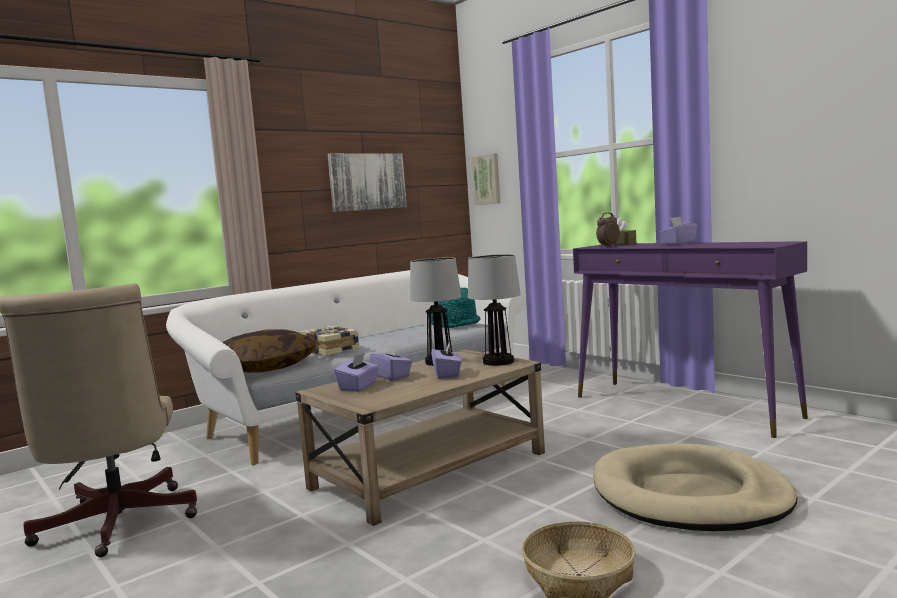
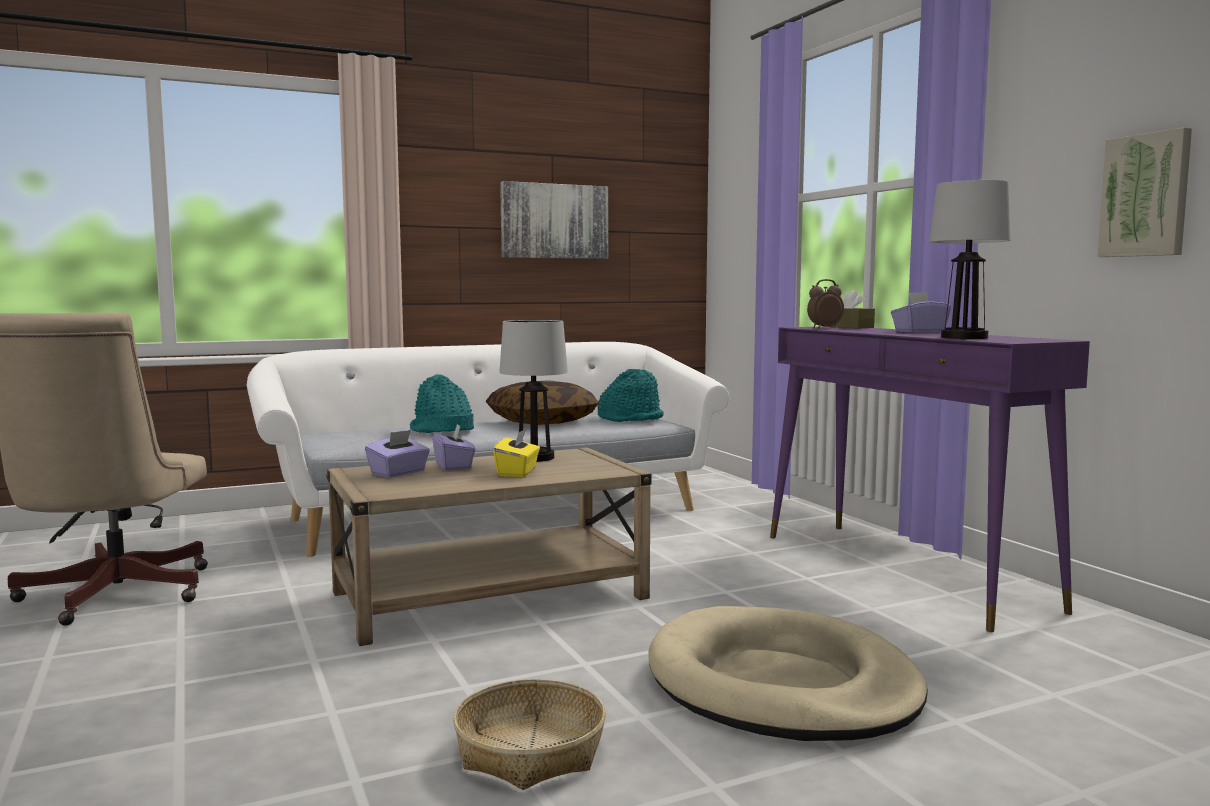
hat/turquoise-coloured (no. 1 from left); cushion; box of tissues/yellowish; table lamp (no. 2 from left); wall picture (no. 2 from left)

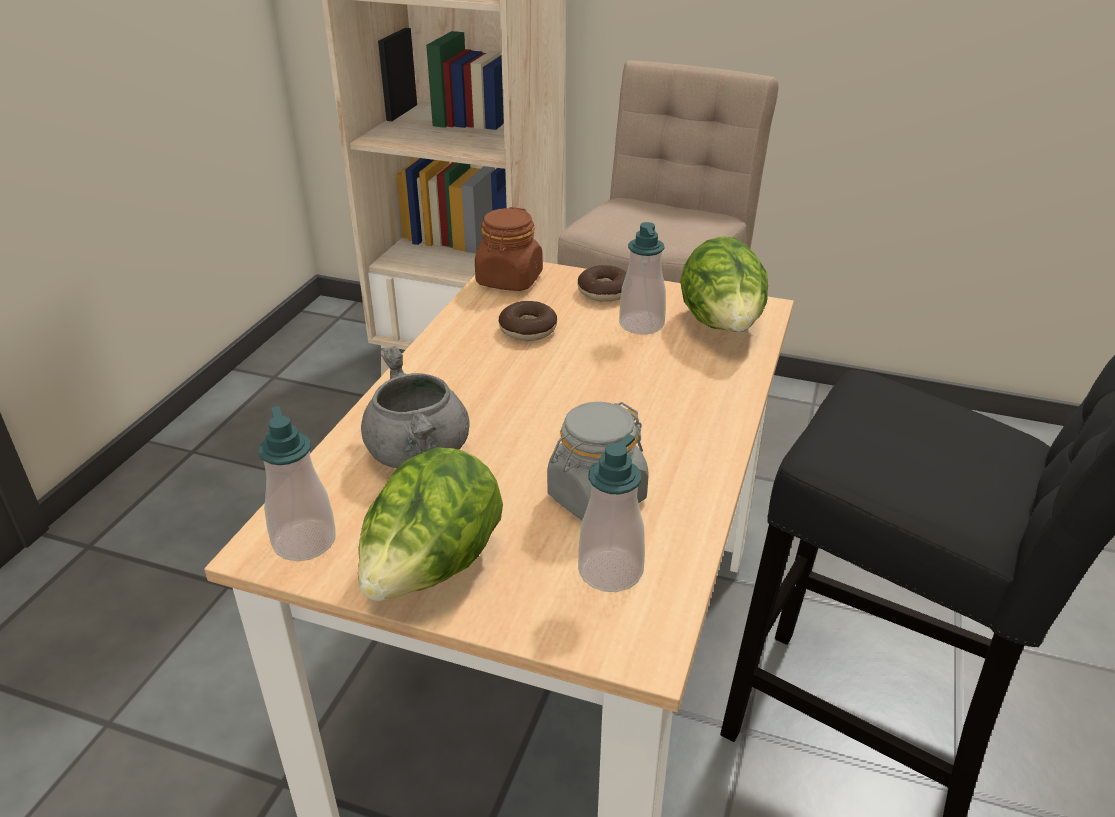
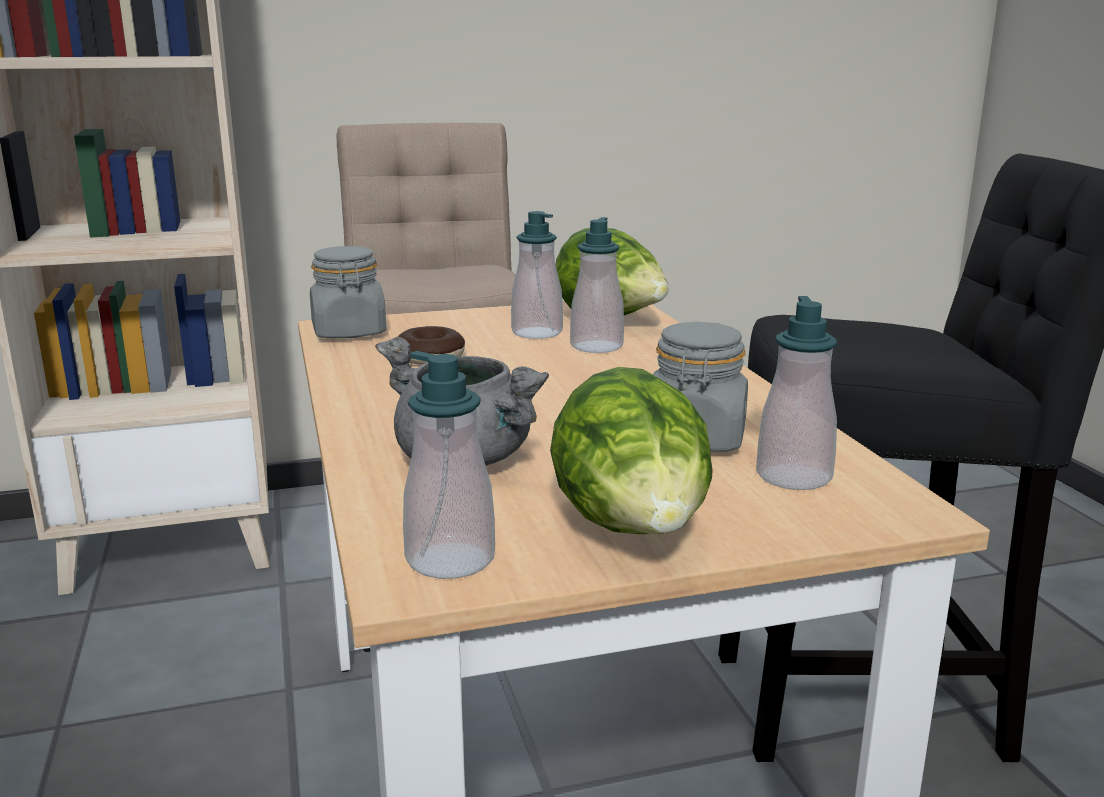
jar/grey (no. 1 from left); liquid soap bottle (no. 3 from left); ring doughnut (no. 2 from left in the first image)

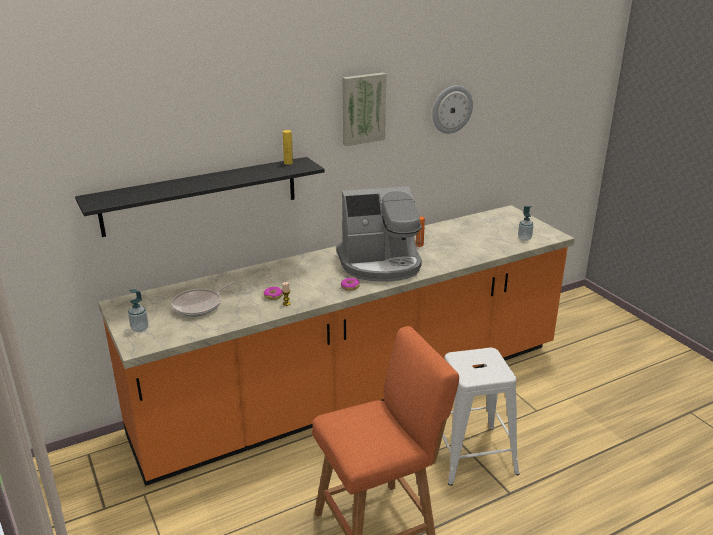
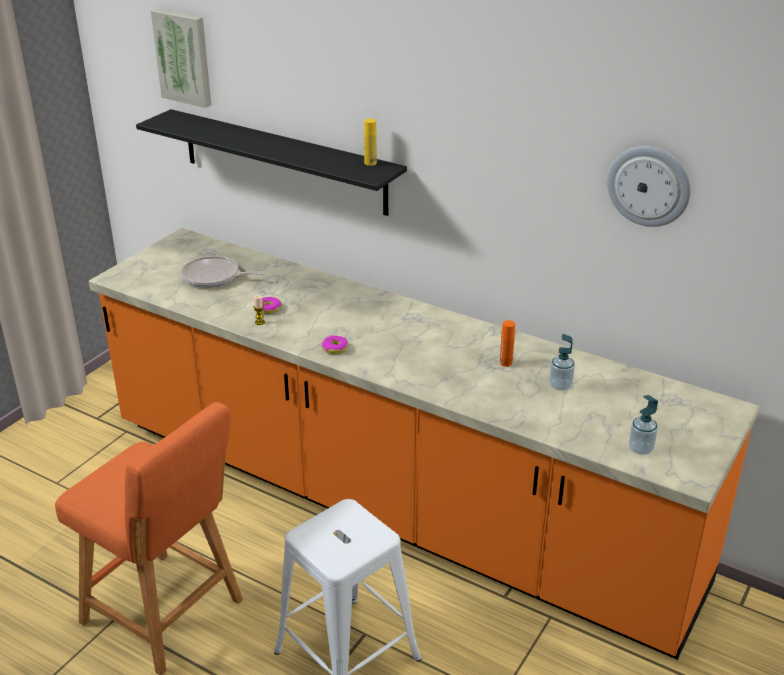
wall picture; liquid soap bottle (no. 1 from left); coffee brewer

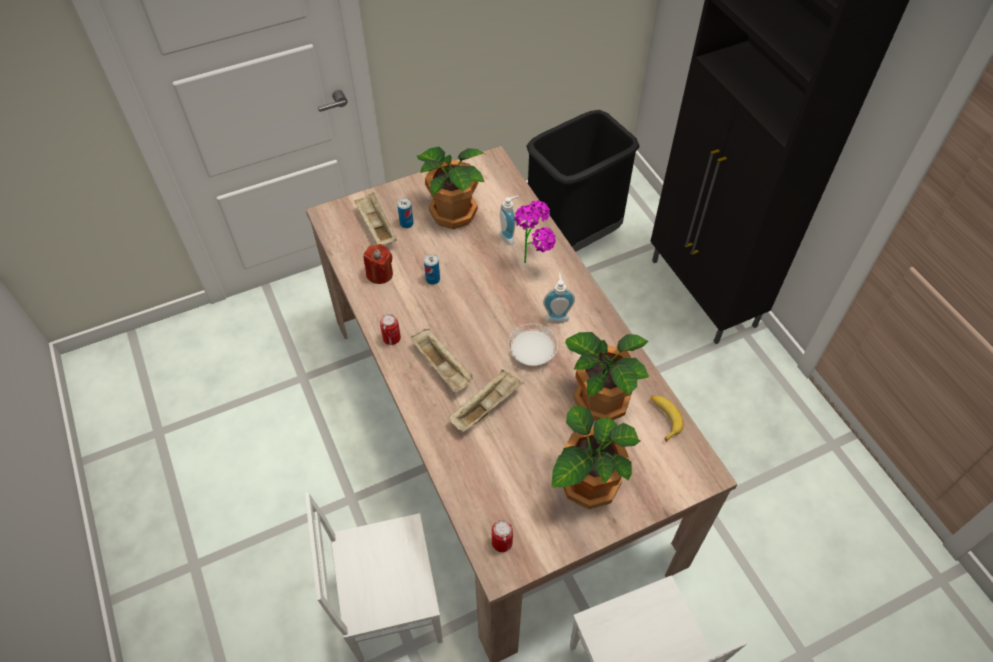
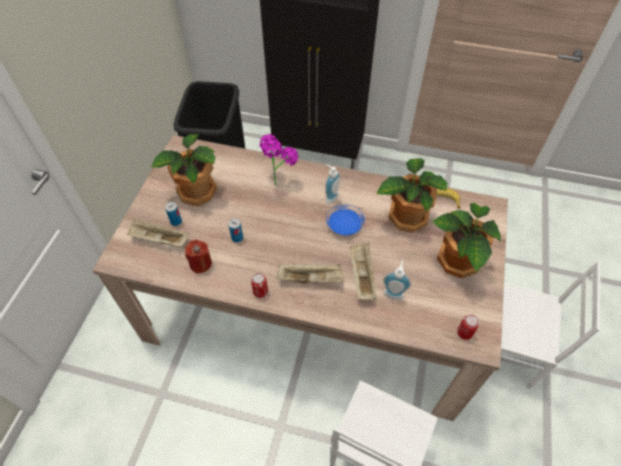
flat dish/bluish; liquid soap bottle (no. 2 from left)

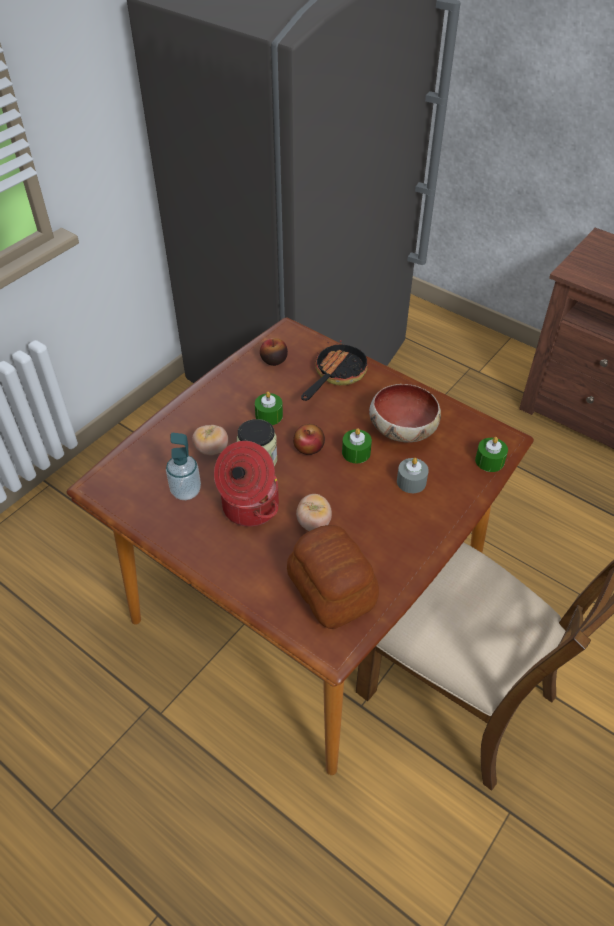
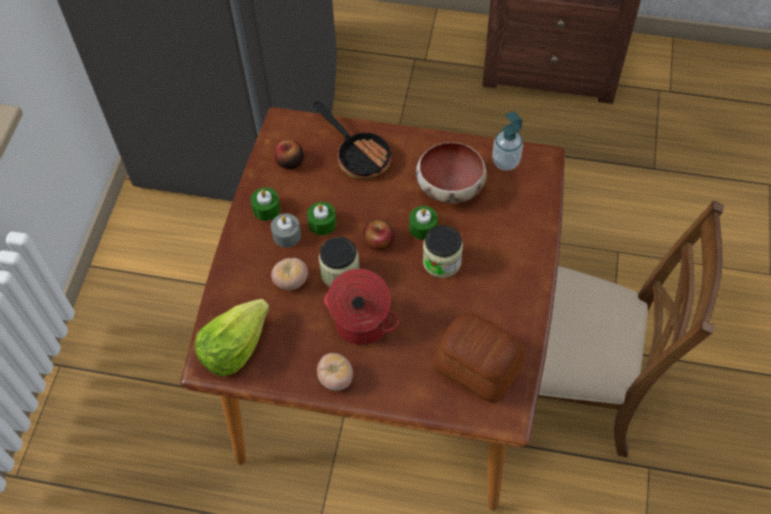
head of lettuce; candle/greenish (no. 1 from left); candle/grey; skillet; tomato (no. 2 from left); jar (no. 2 from left); liquid soap bottle

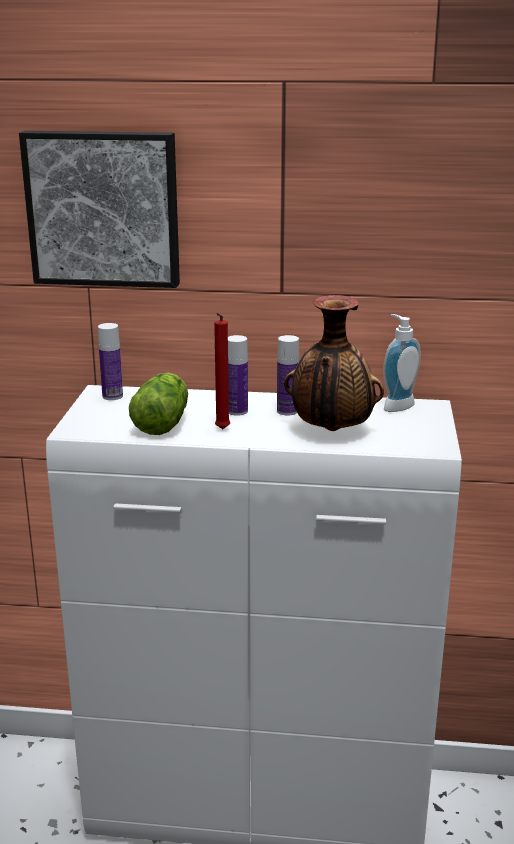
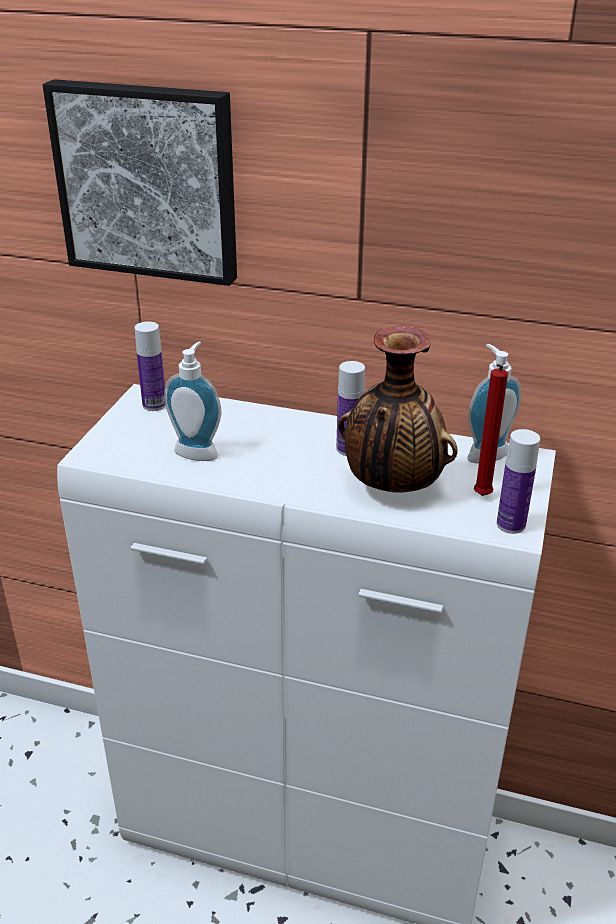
liquid soap bottle (no. 1 from left); candle/red; drink bottle (no. 3 from left)

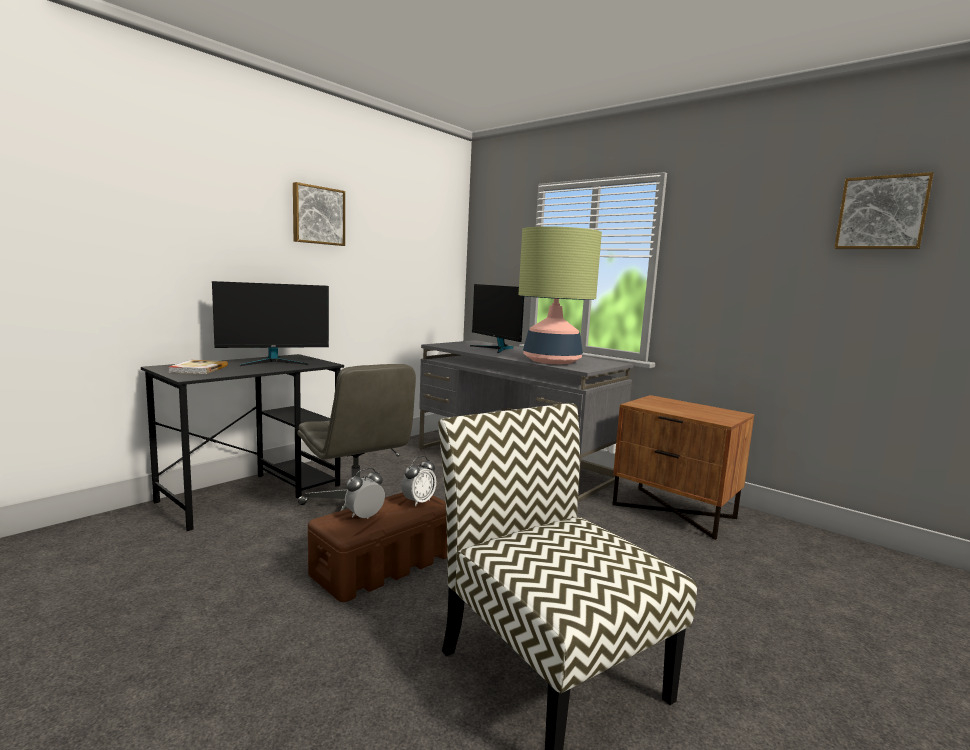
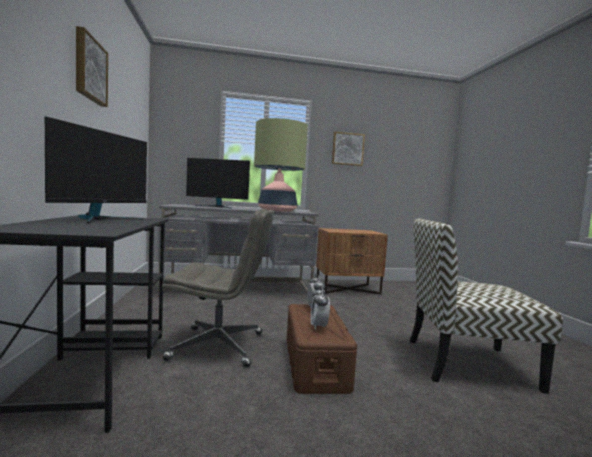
wall picture (no. 2 from left); bound book

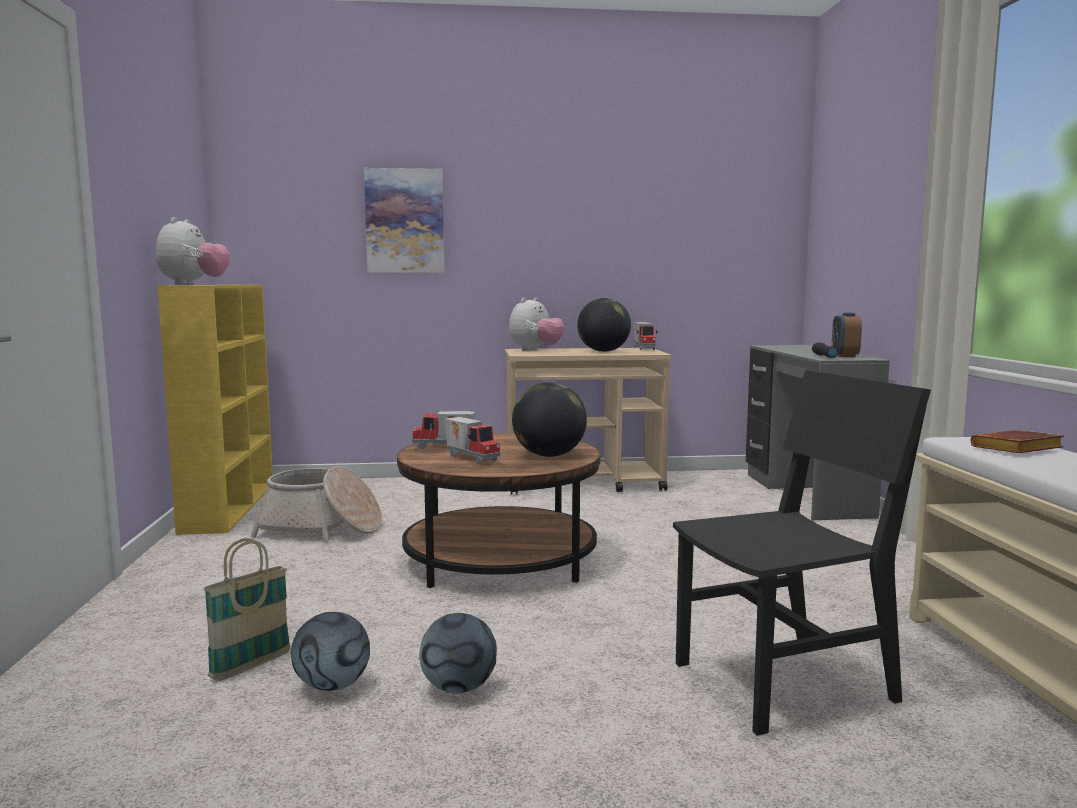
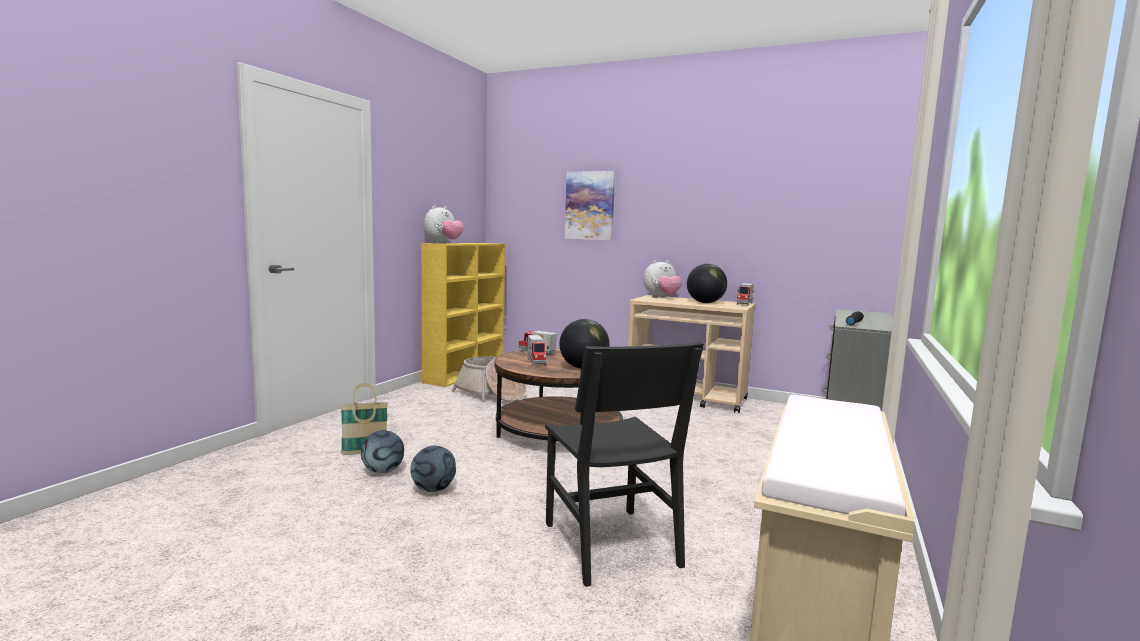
plain chair/black-coloured; table clock; bound book/brown-coloured

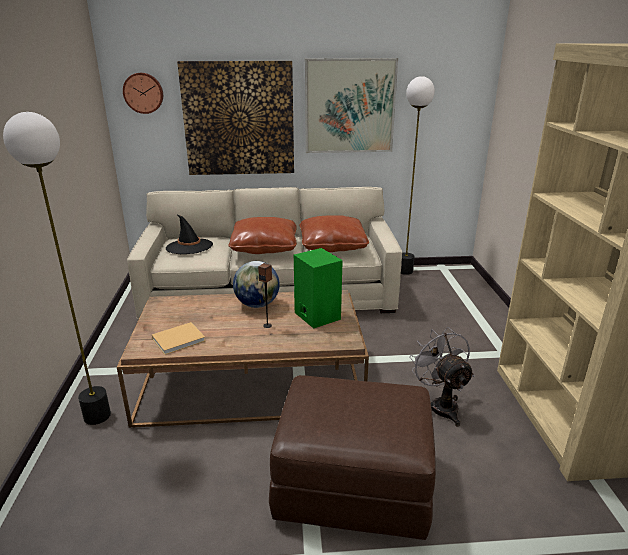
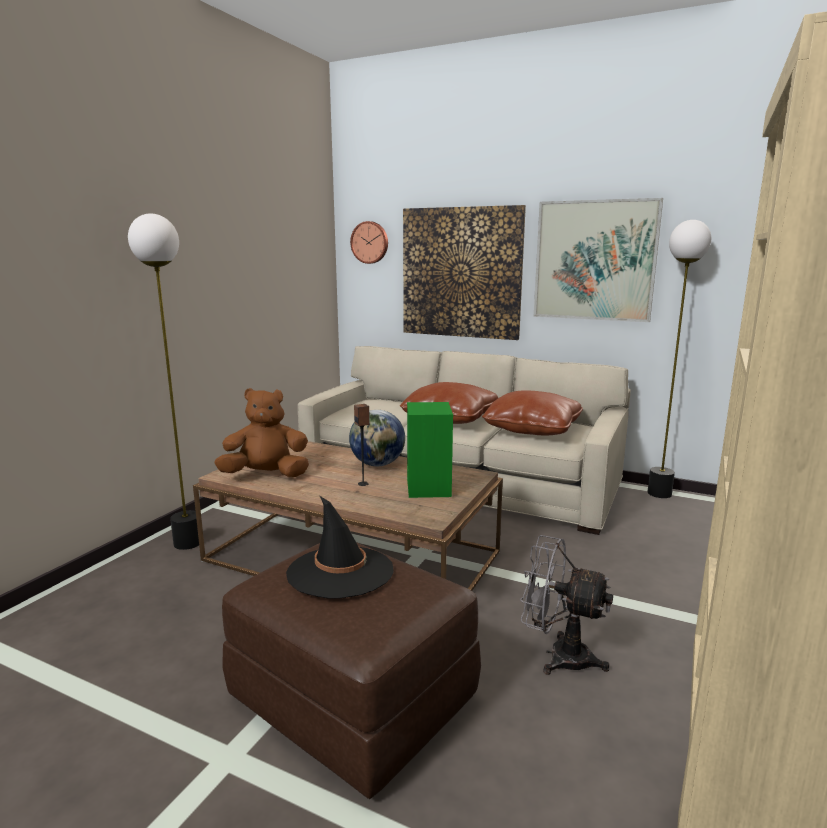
soft toy/brown-coloured; hat/black-coloured; fan/grey

